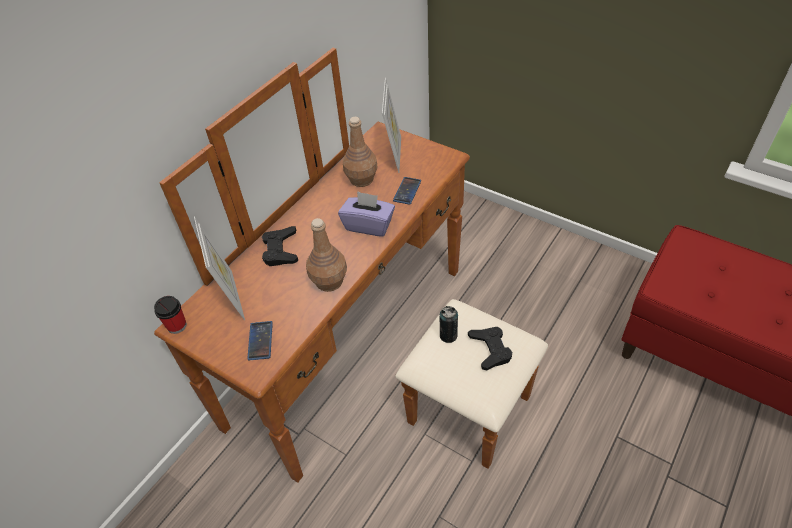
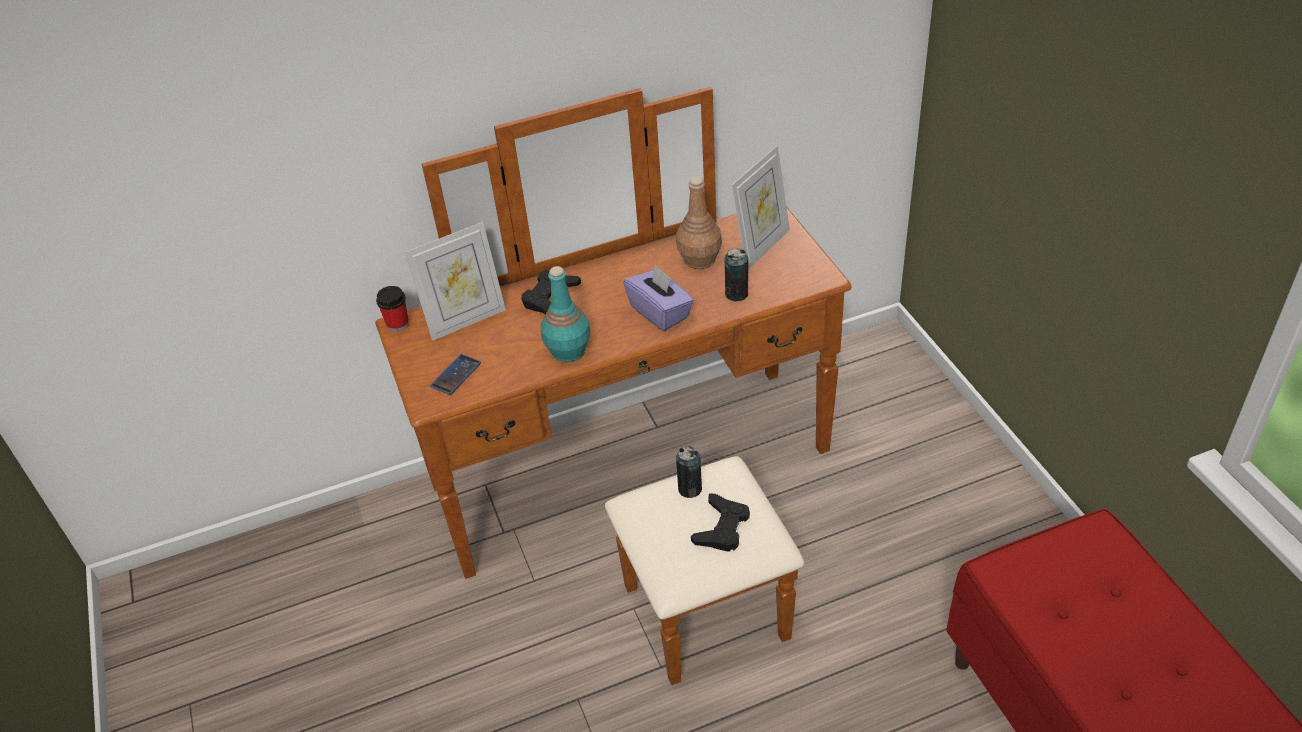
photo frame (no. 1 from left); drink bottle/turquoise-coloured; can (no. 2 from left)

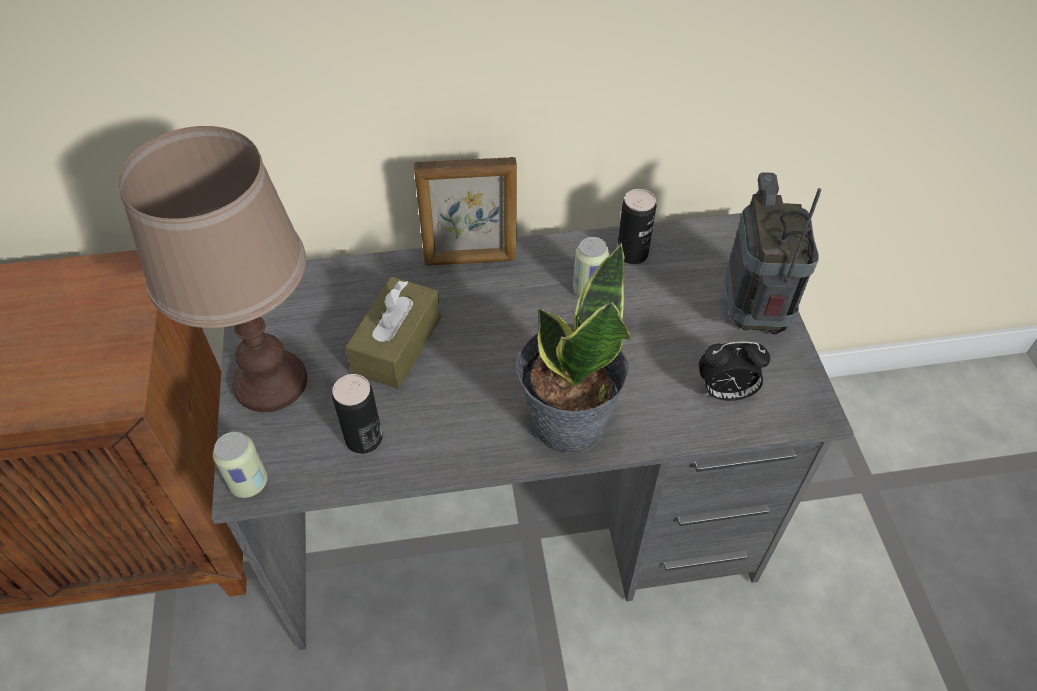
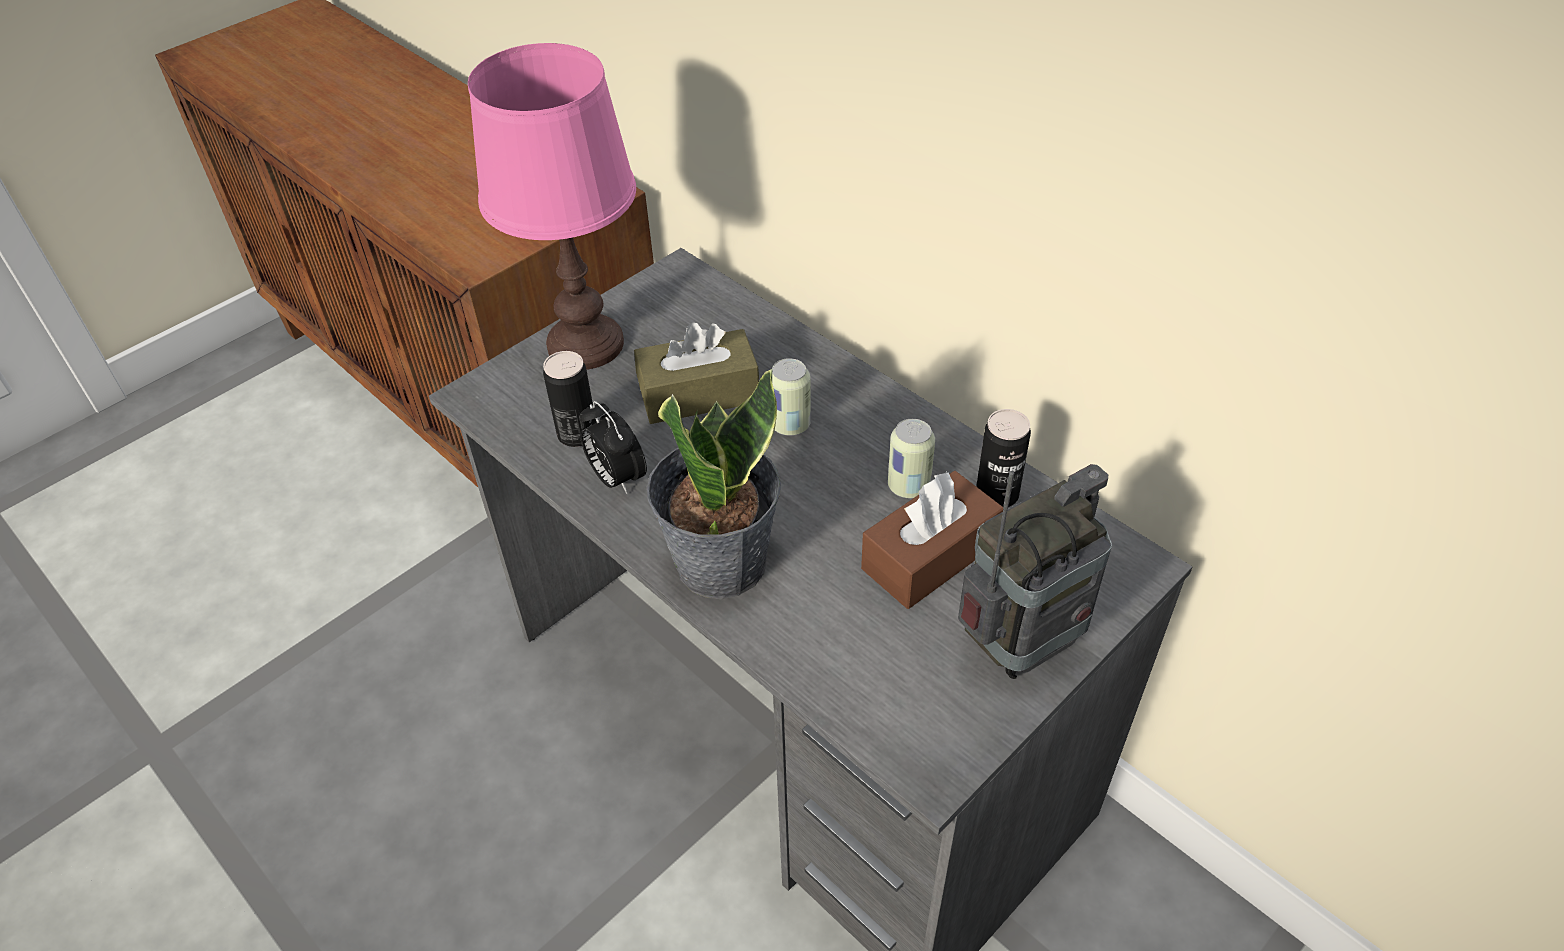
table lamp/pink; table clock; can (no. 2 from left); box of tissues/brown-coloured (no. 2 from left); photo frame

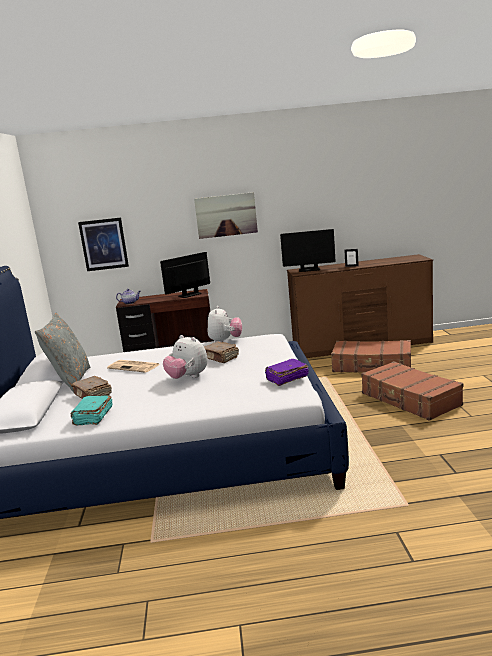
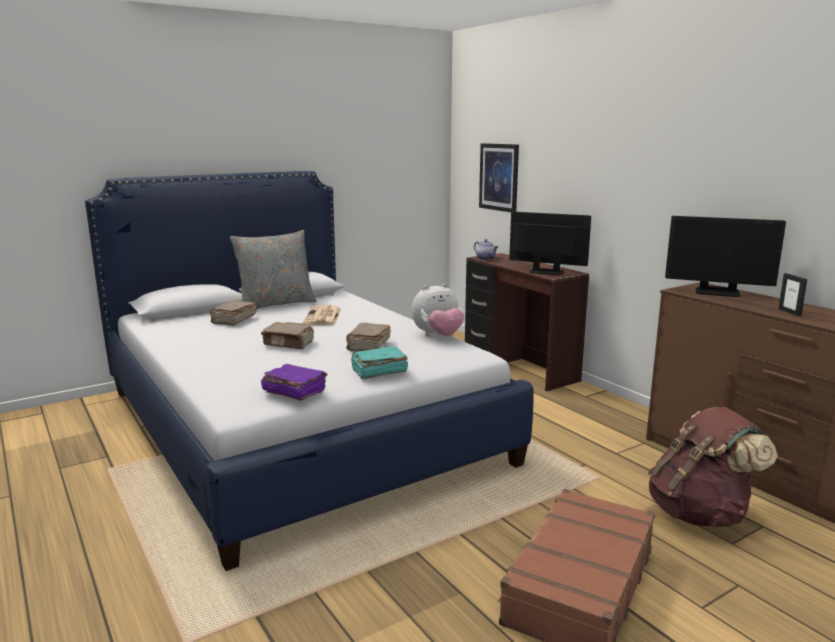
bound book/brown-coloured (no. 2 from left); bound book/turquoise-coloured; backpack/brown-coloured; computer display (no. 2 from left); wall picture (no. 2 from left in the first image)

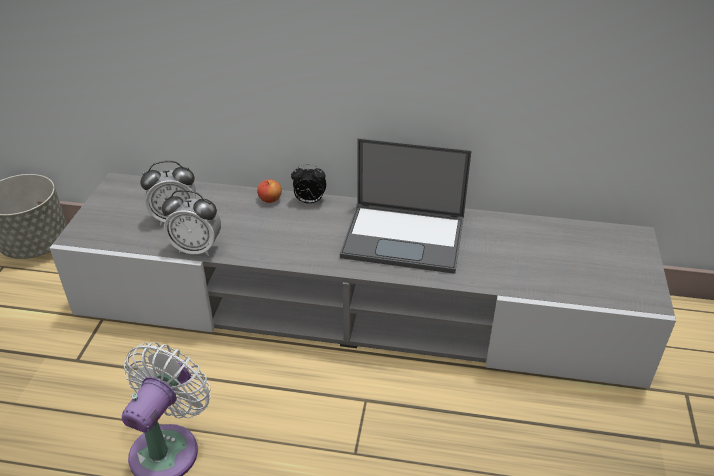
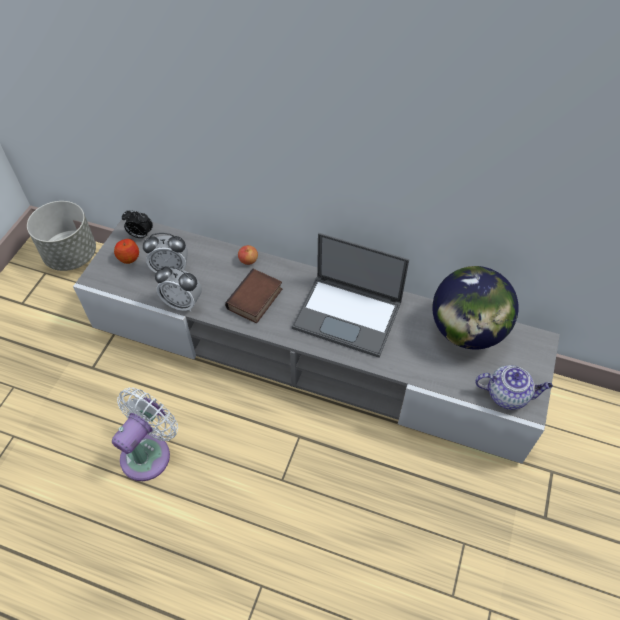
apple (no. 1 from left); table clock (no. 1 from left); bound book; desk globe; pot for tea

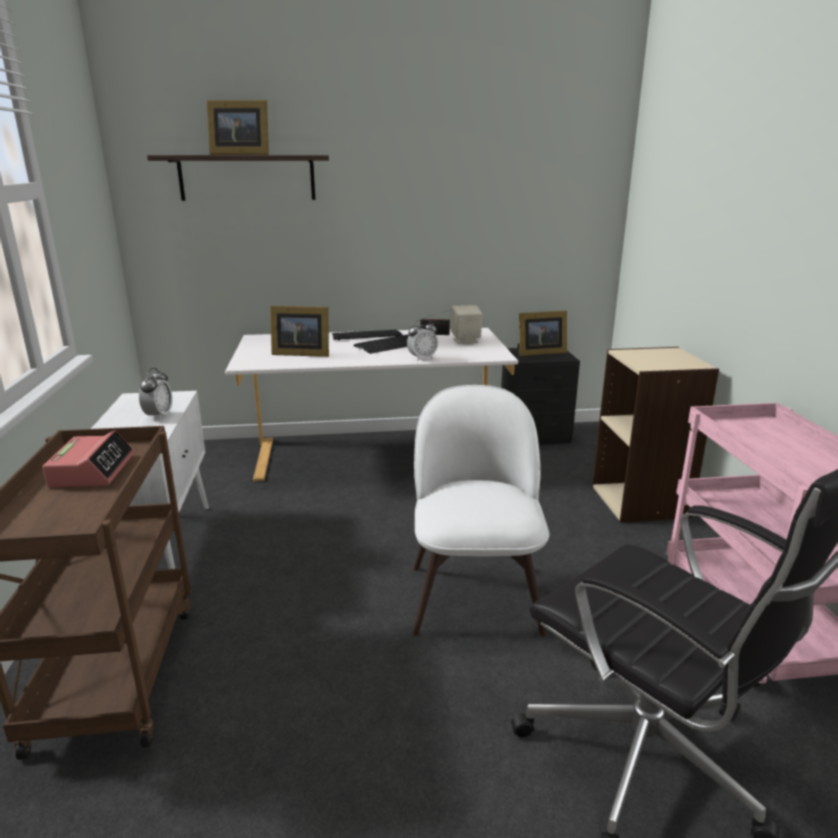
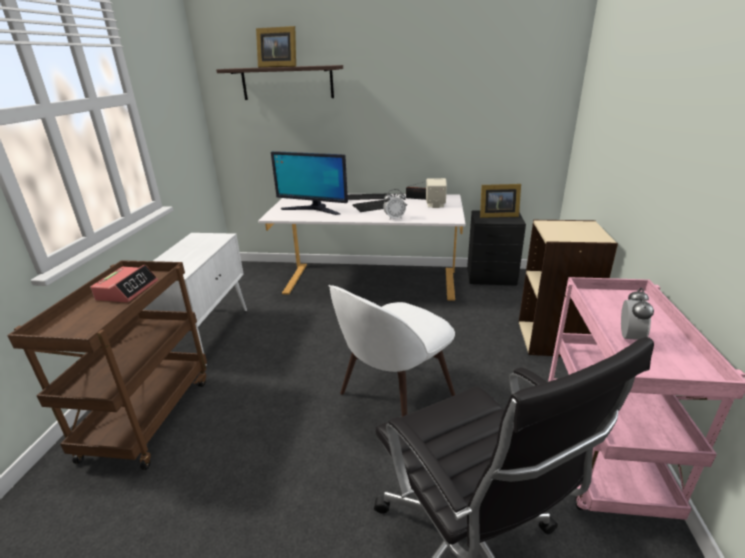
computer display; plain chair/whitish; table clock (no. 3 from left)

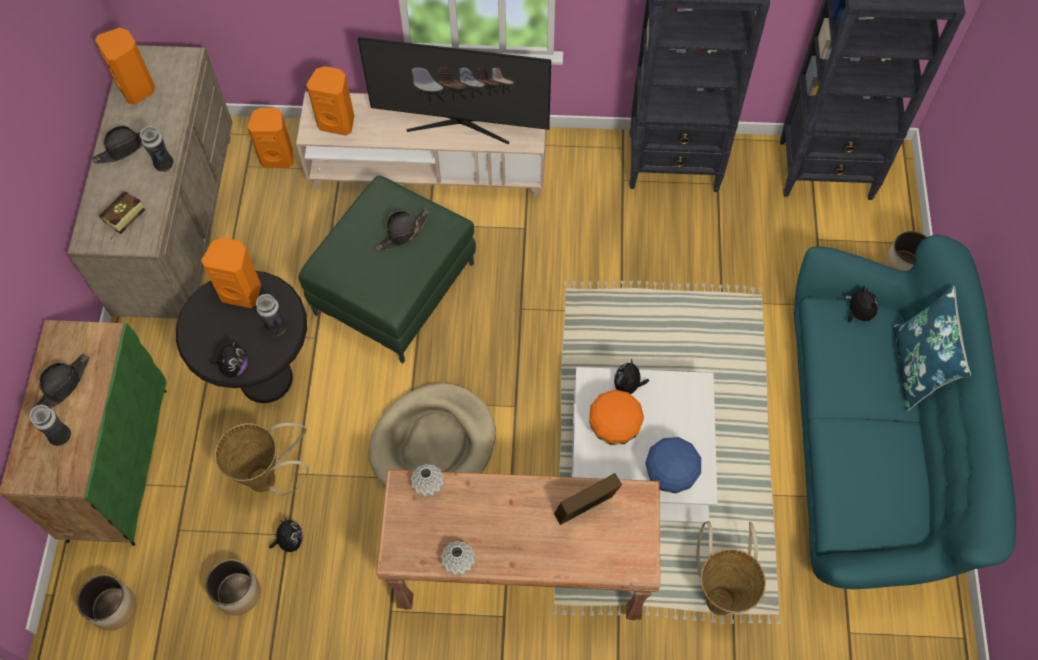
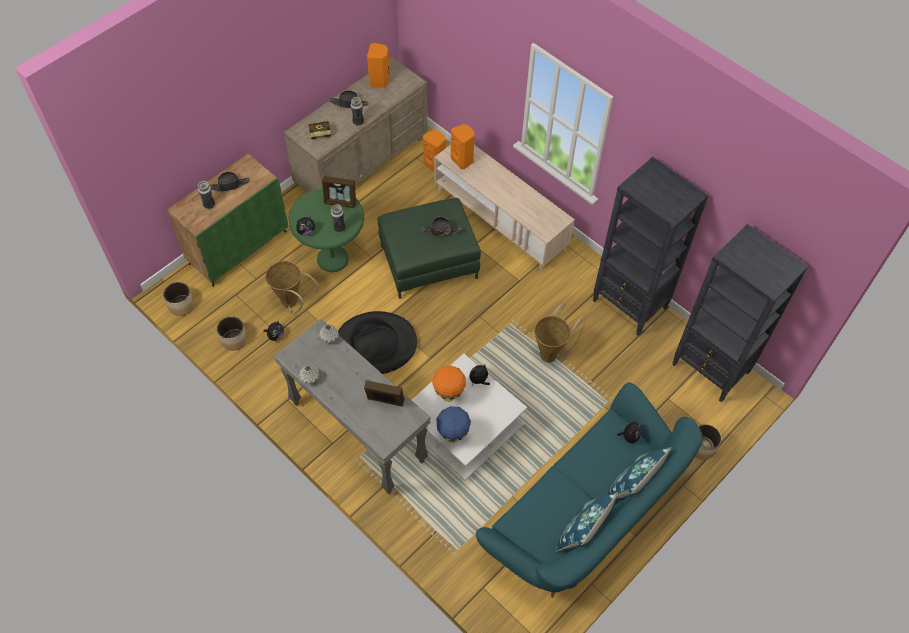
console table/grey; end table/greenish; photo frame (no. 1 from left); dog cushion/black-coloured; storage basket (no. 2 from left); cushion/bluish (no. 1 from left); TV set

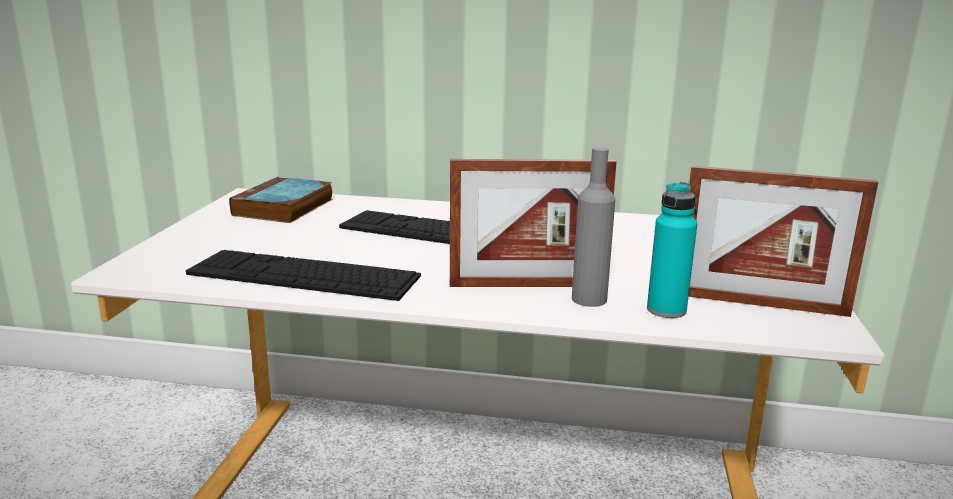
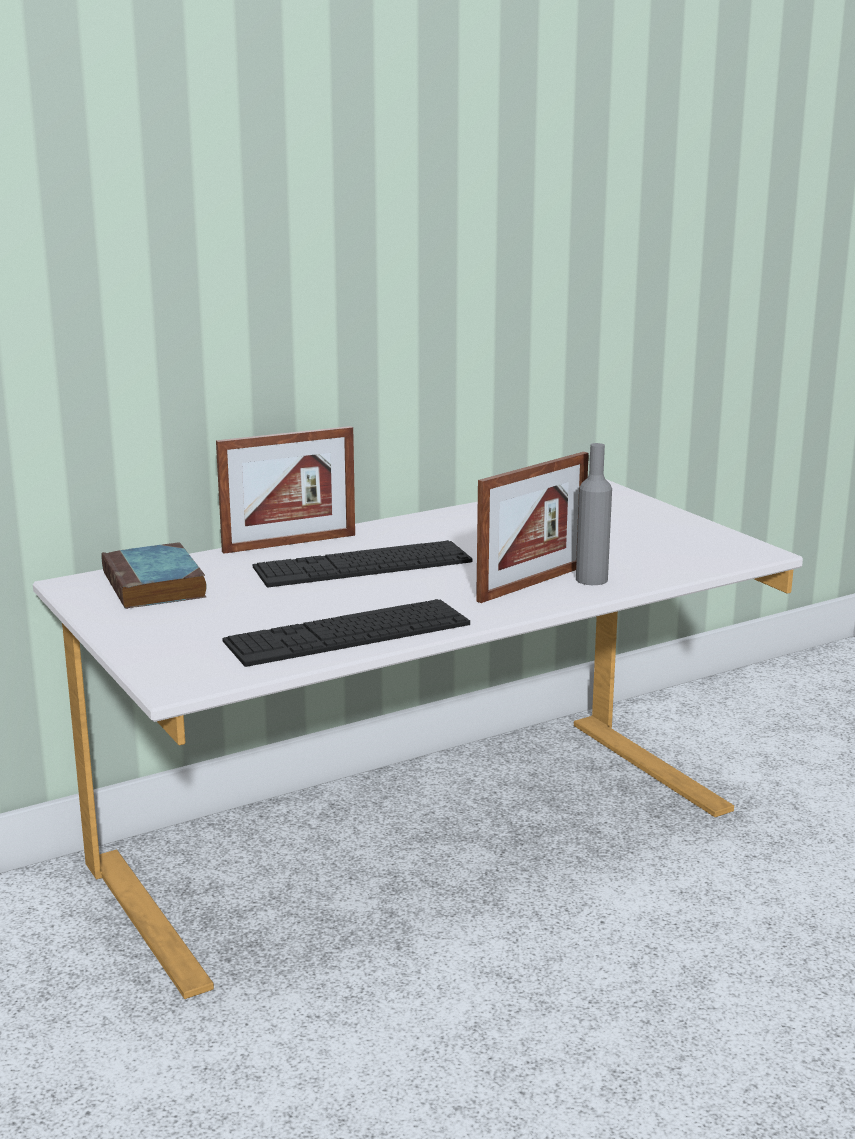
photo frame (no. 1 from left); drink bottle/turquoise-coloured

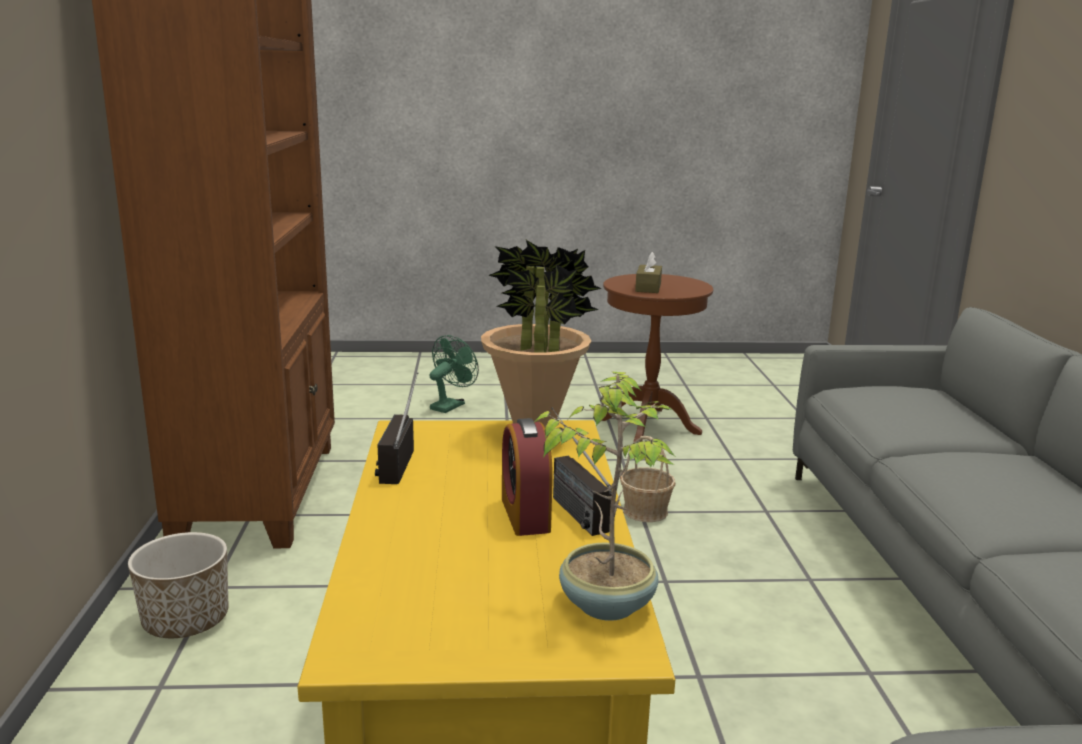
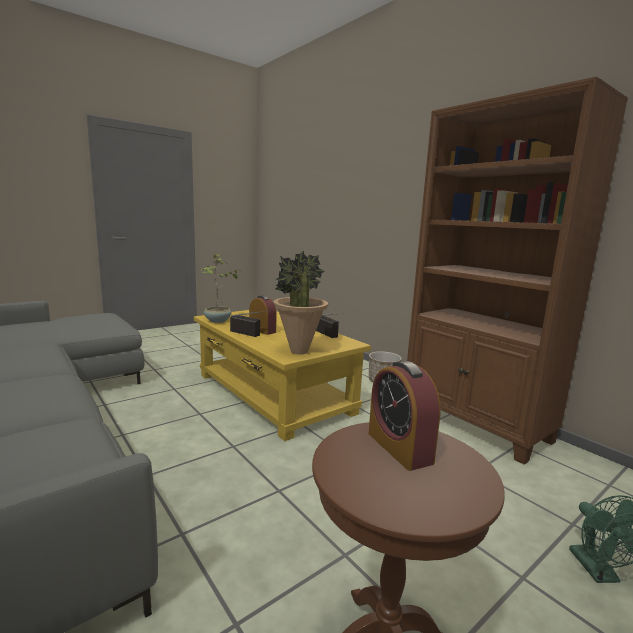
table clock (no. 2 from left); storage basket

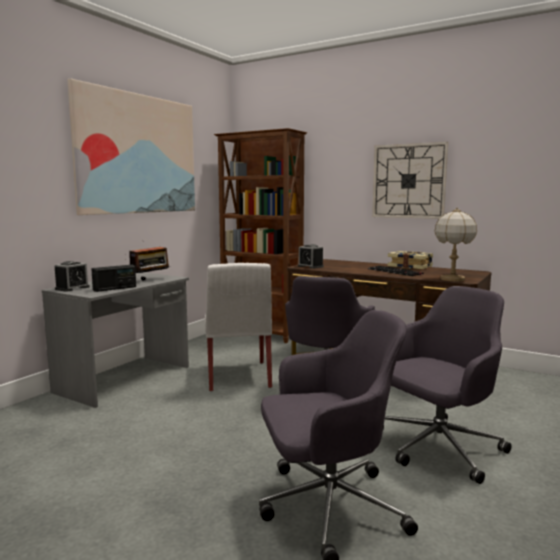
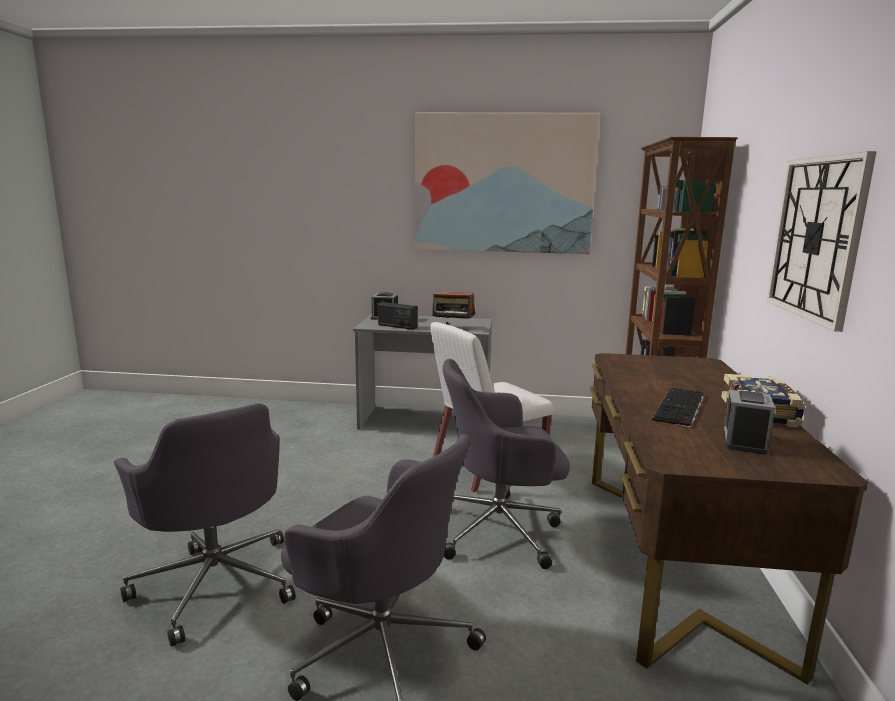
table clock (no. 2 from left); table lamp

